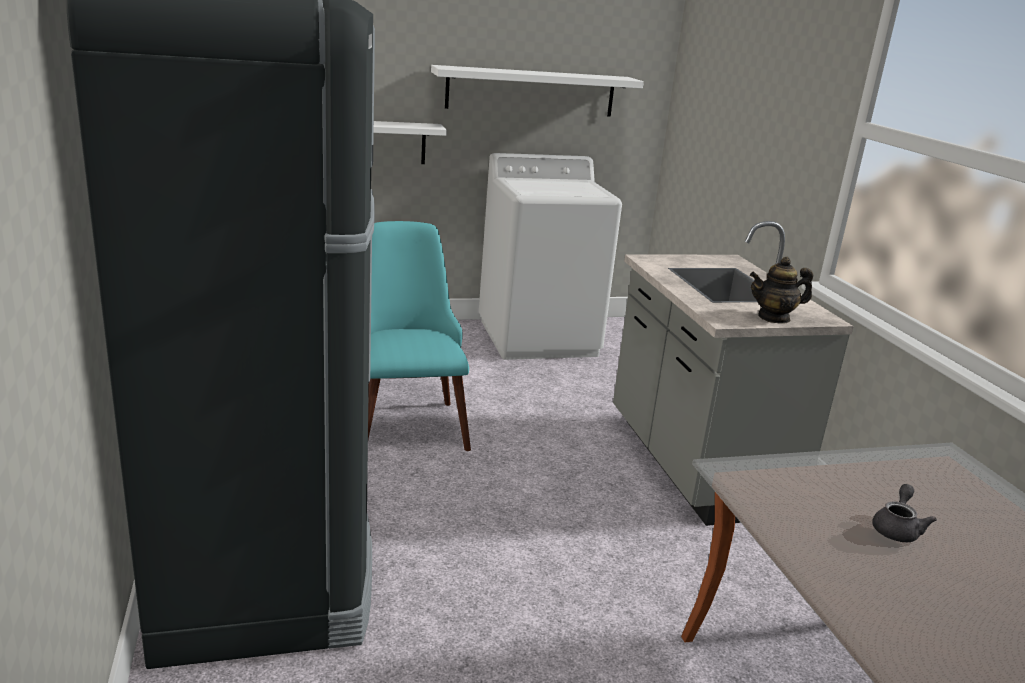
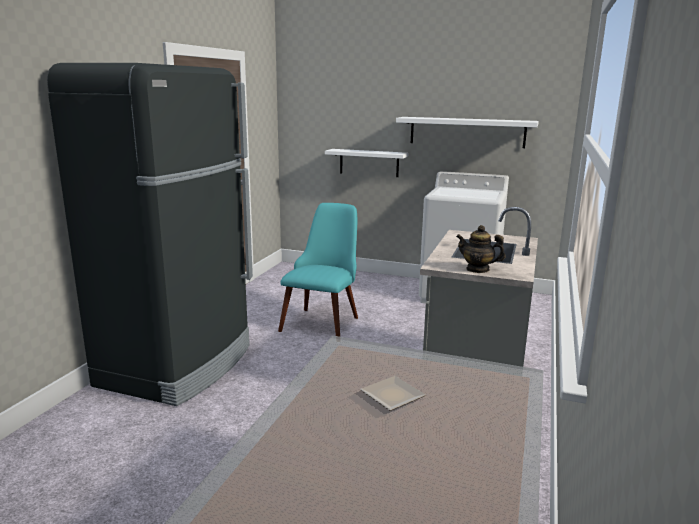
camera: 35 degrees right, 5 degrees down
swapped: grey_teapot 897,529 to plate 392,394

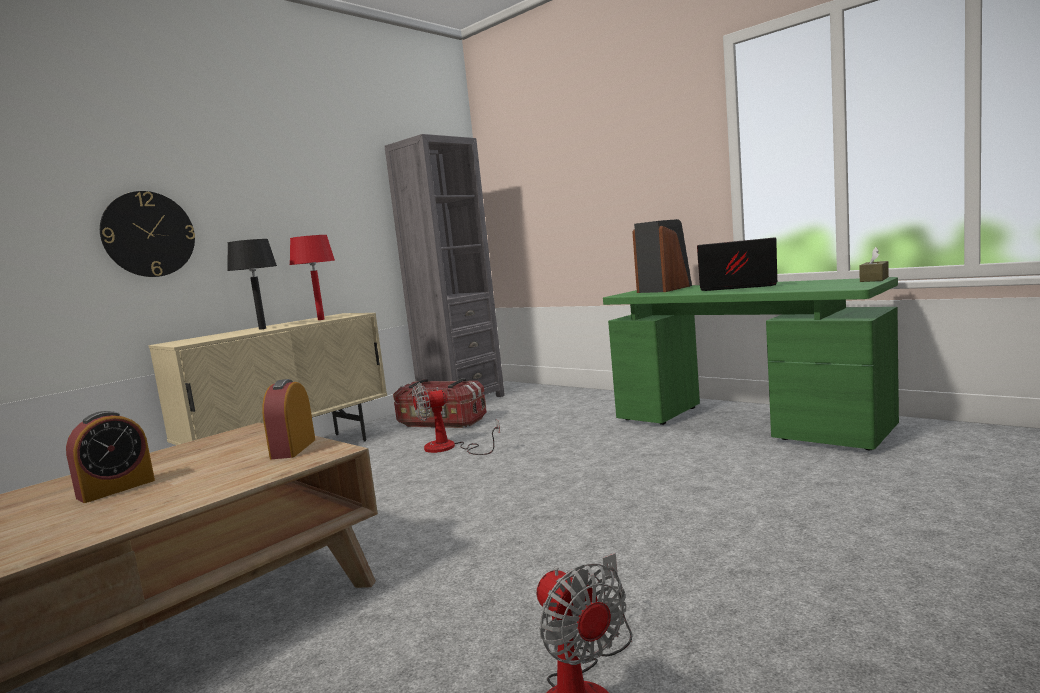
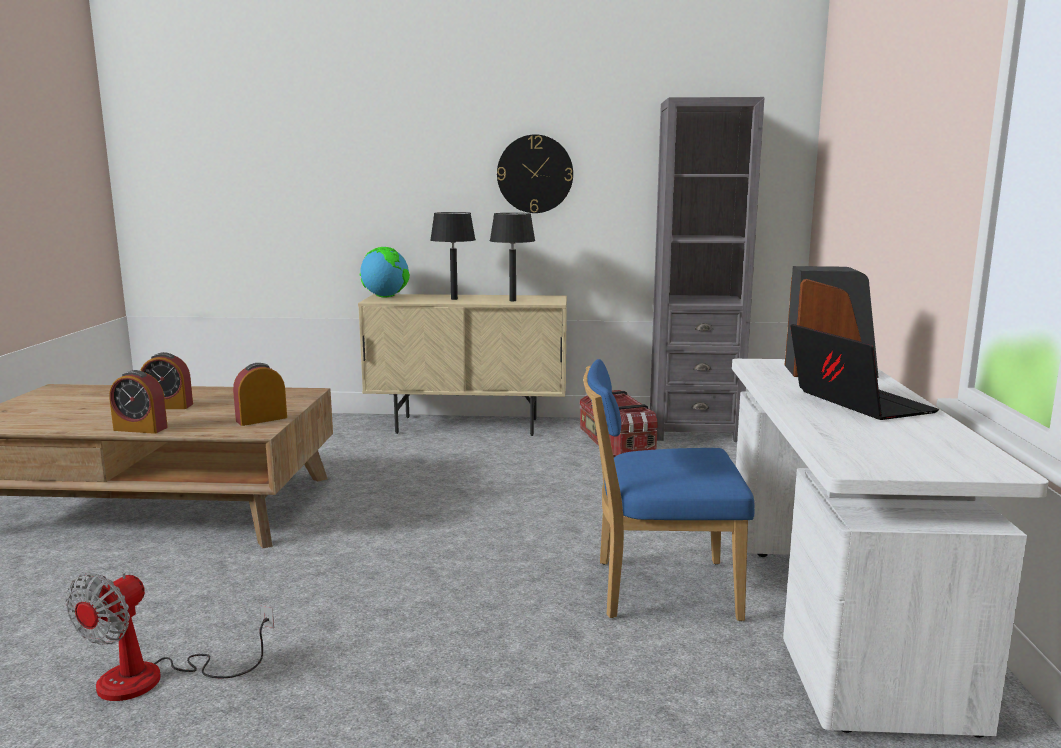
camera: 50 degrees right, 5 degrees up
gone: brown_tissue_box 874,279; fan 449,448
new: globe 385,297; blue_chair 658,589; alarm_clock 140,429
shifted: wall_clock 148,234 to 535,174
repainted: red_table_lamp 321,319 to black_table_lamp 512,300; green_desk 745,424 to white_desk 833,610

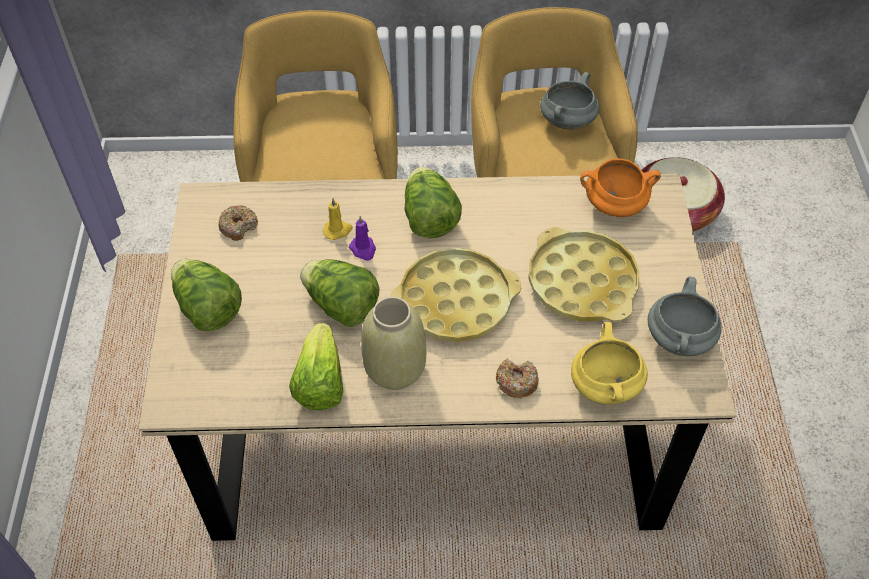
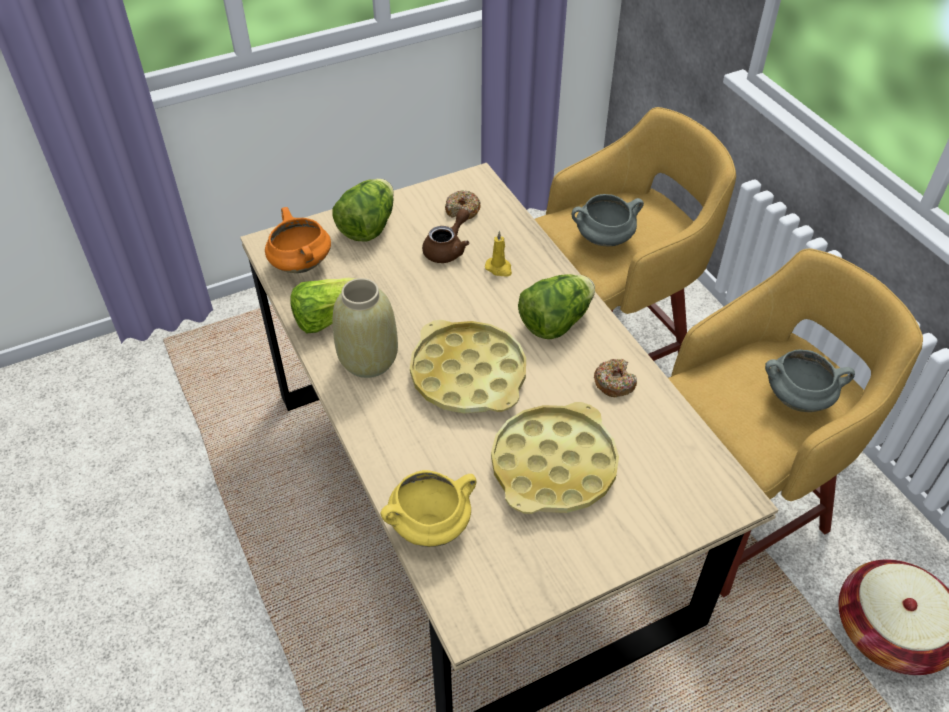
camera: 65 degrees right, 5 degrees down
gone: purple_candle 363,249; lettuce 341,306
new: brown_teapot 447,249
shifted: orange_cooking_pot 613,206 to 300,264; grey_cooking_pot 680,340 to 603,239; donut 516,382 to 614,383

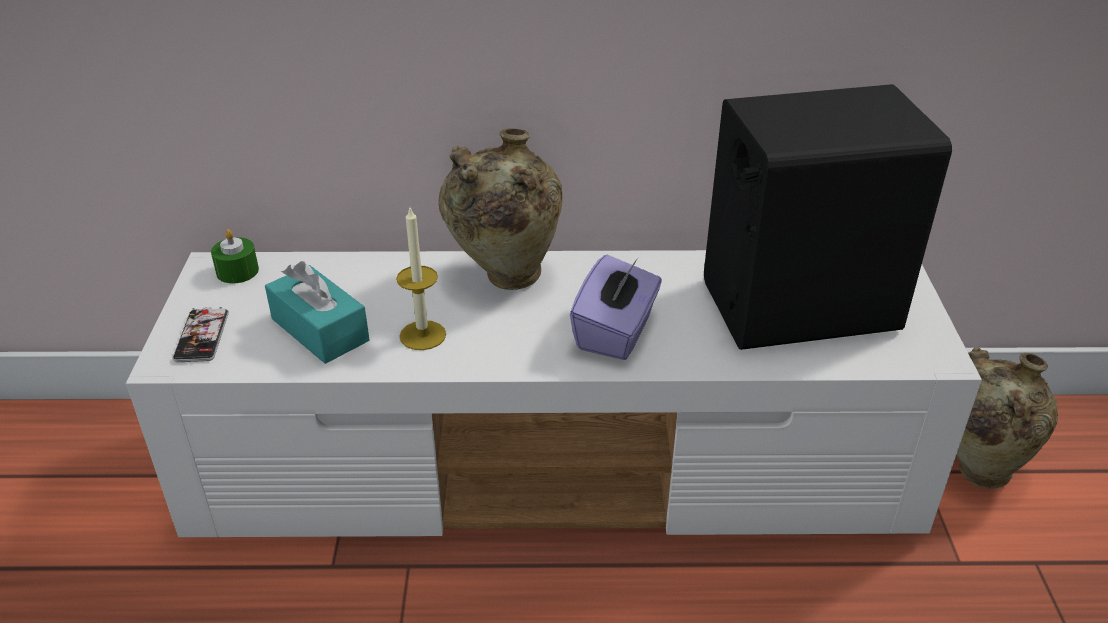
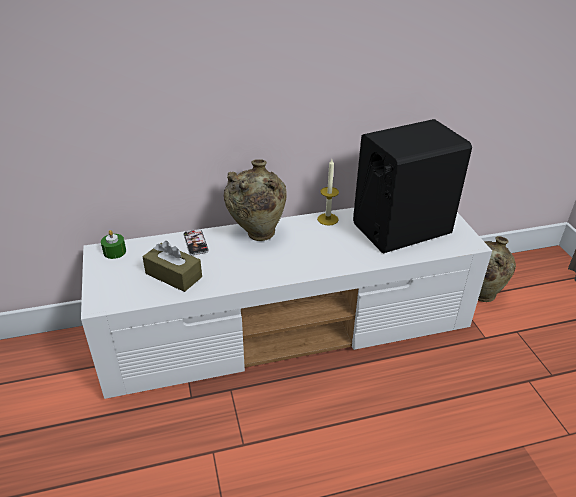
camera: 15 degrees left, 0 degrees up
gone: purple_tissue_box 616,332
shifted: candle 422,335 to 327,219; phone 202,336 to 196,243
repainted: turquoise_tissue_box 320,330 to brown_tissue_box 173,275

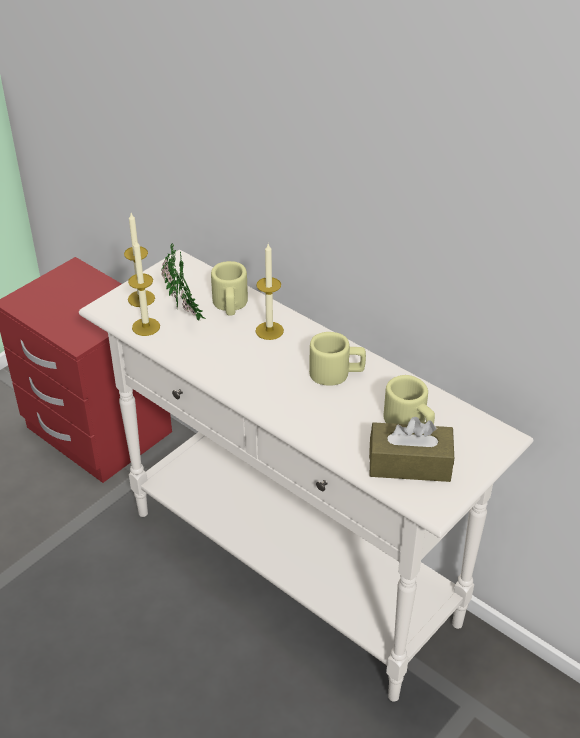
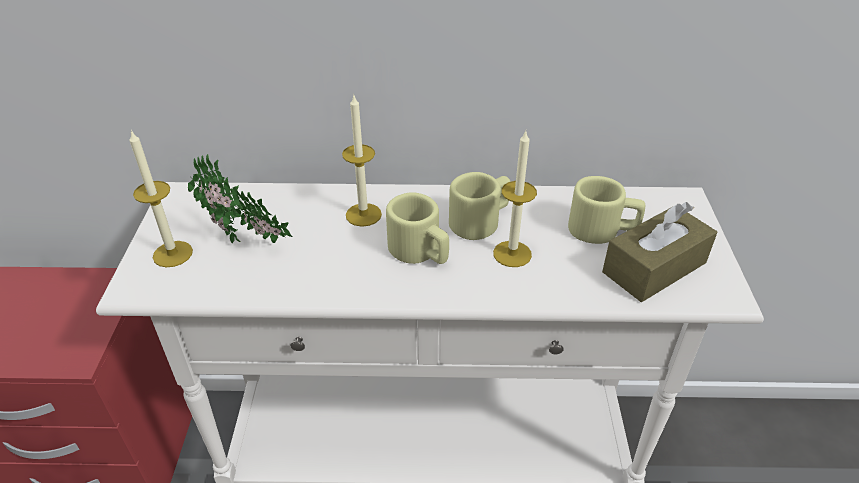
camera: 40 degrees left, 0 degrees up
shifted: candle 146,327 to 512,254; beige_mug 230,305 to 420,252

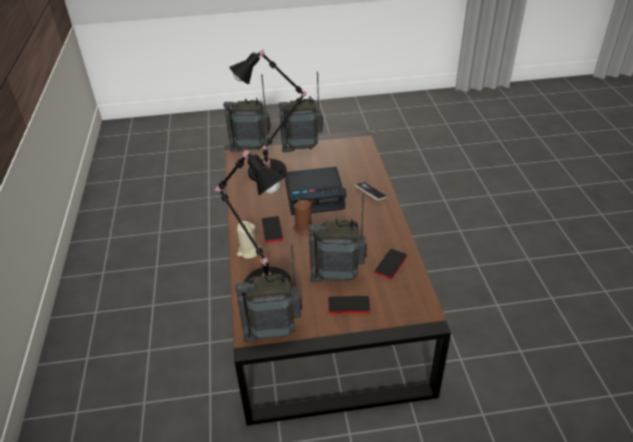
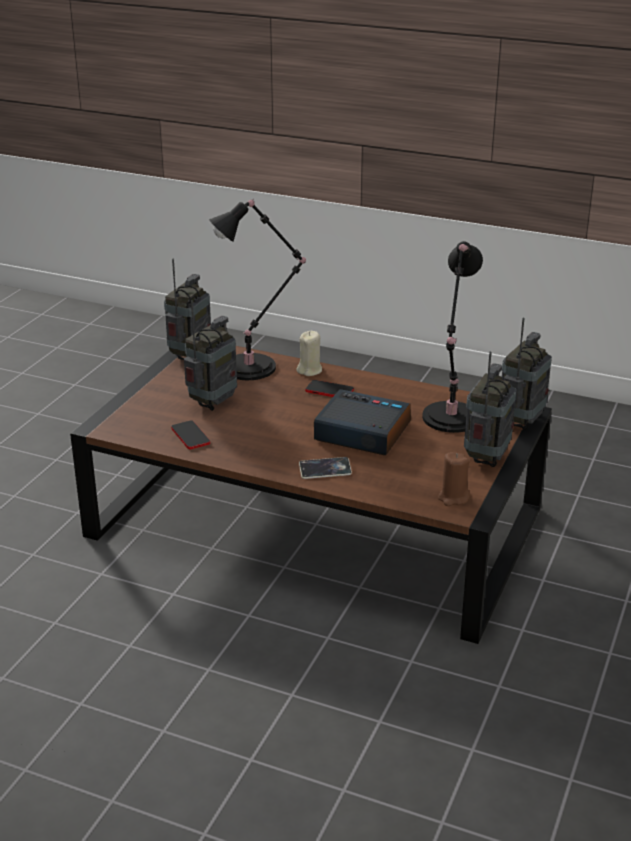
camera: 120 degrees right, 10 degrees down
gone: phone 348,305
shifted: brown_candle 304,229 to 453,498
rotated: alarm_clock 315,196 = 361,432 90 degrees clockwise

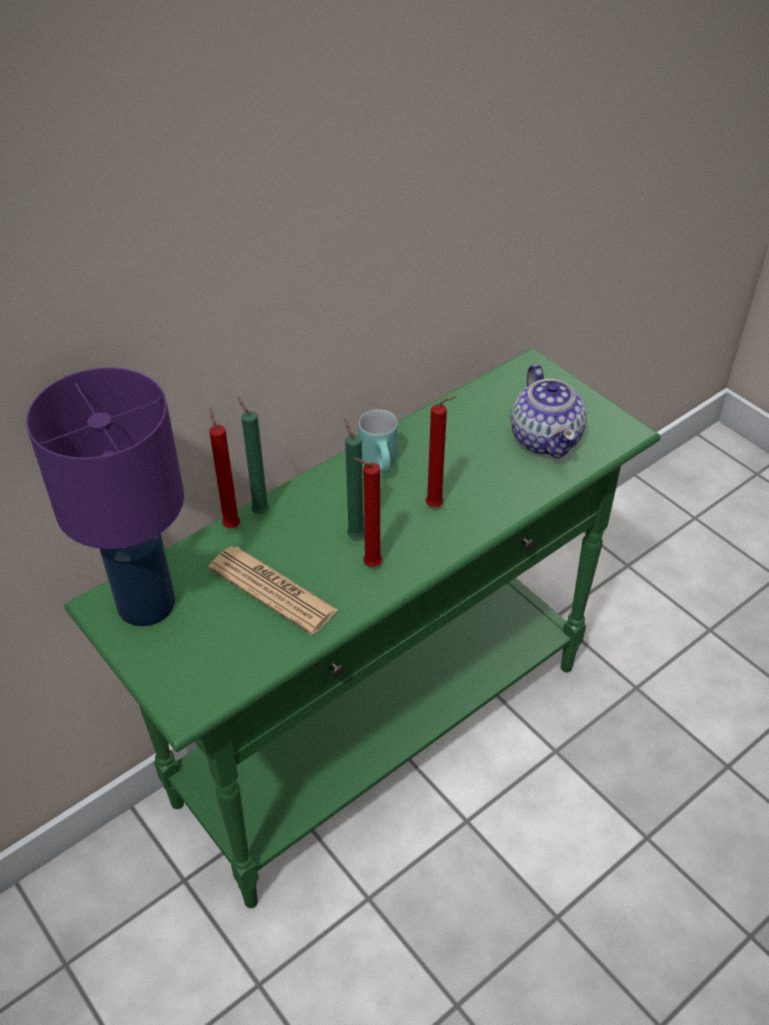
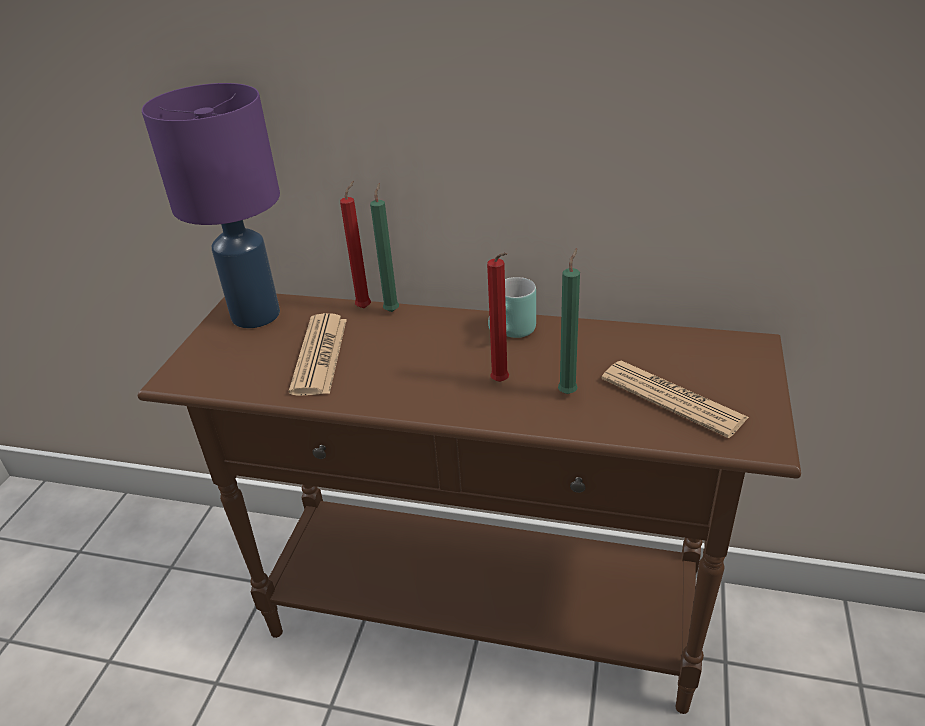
camera: 55 degrees right, 10 degrees down
gone: red_candle 369,565
shifted: green_candle 354,534 to 568,392
swapped: teapot 546,438 to newspaper 672,399
repainted: green_console_table 384,733 to brown_console_table 482,616

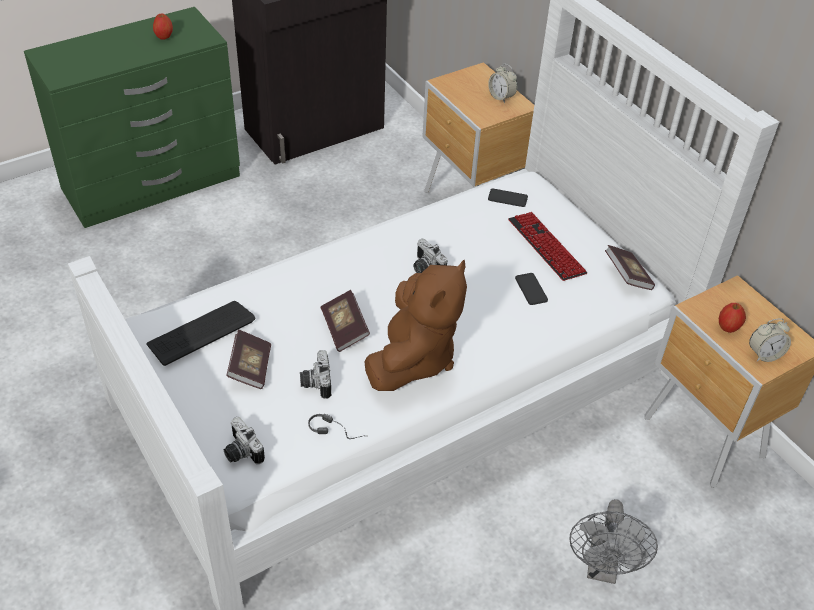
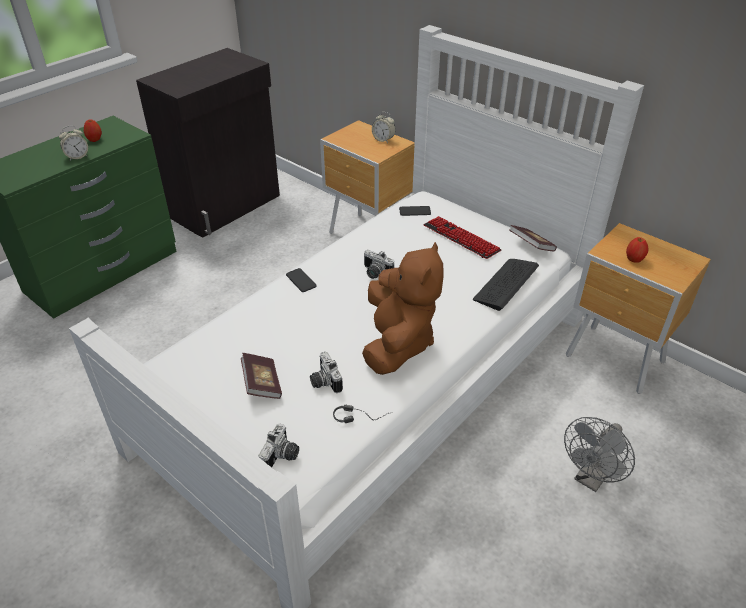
camera: 15 degrees left, 5 degrees down
gone: book 344,329
shifted: phone 531,289 to 301,280; keyboard 201,333 to 505,284; alarm_clock 764,354 to 77,157
rotated: photo_camera 240,452 = 282,457 105 degrees counterclockwise; grey_fan 603,568 = 591,478 45 degrees clockwise

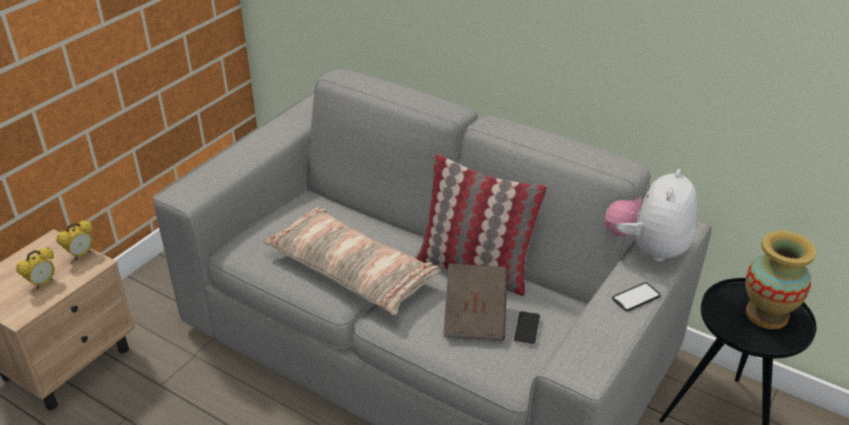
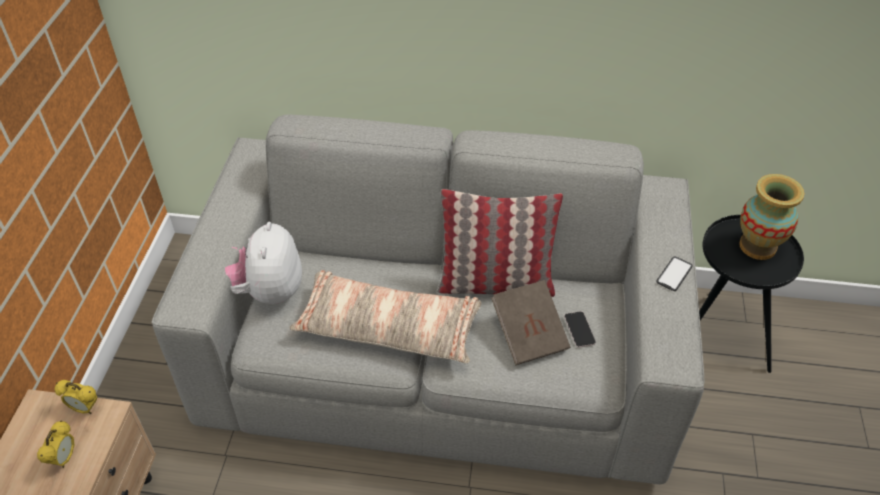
camera: 25 degrees left, 10 degrees up
shifted: plush_toy 647,248 to 266,291
rotated: alarm_clock 81,255 = 85,408 90 degrees clockwise

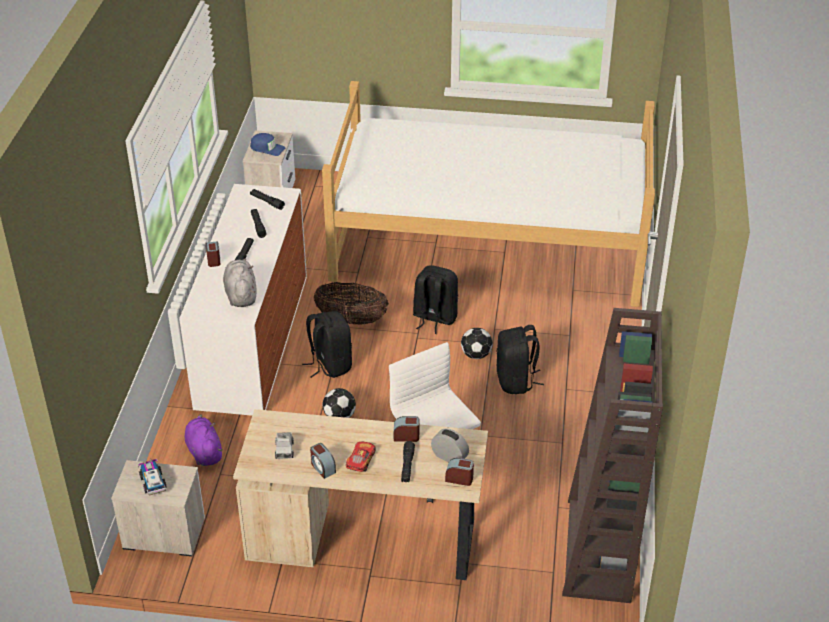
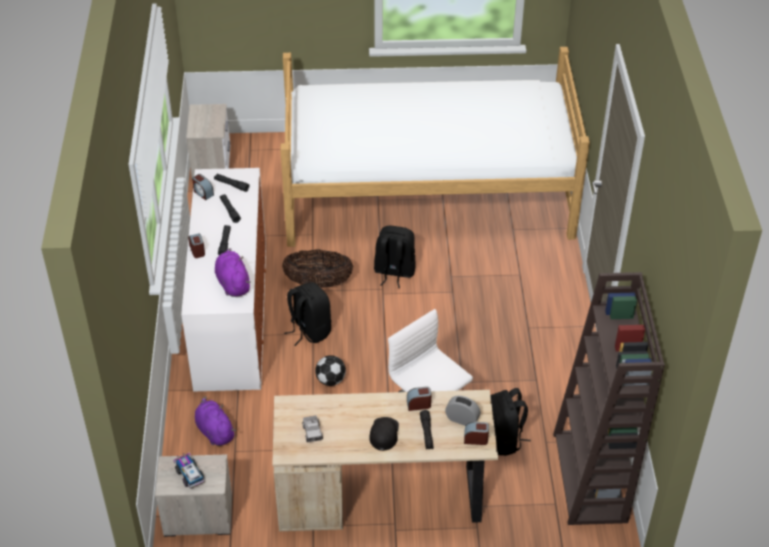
camera: 10 degrees left, 5 degrees up
gone: blue_cap 267,148; football 476,355
shifted: black_backpack 516,381 to 502,439; alarm_clock 322,468 to 203,193
swapped: toy_car 360,460 to black_cap 384,433
repainted: grey_plush_toy 241,294 to purple_plush_toy 232,283

